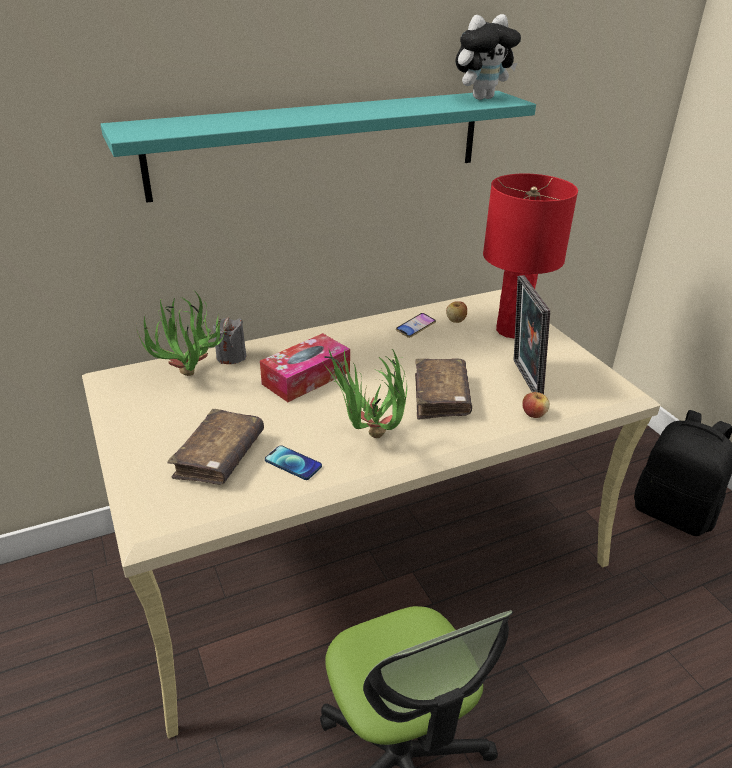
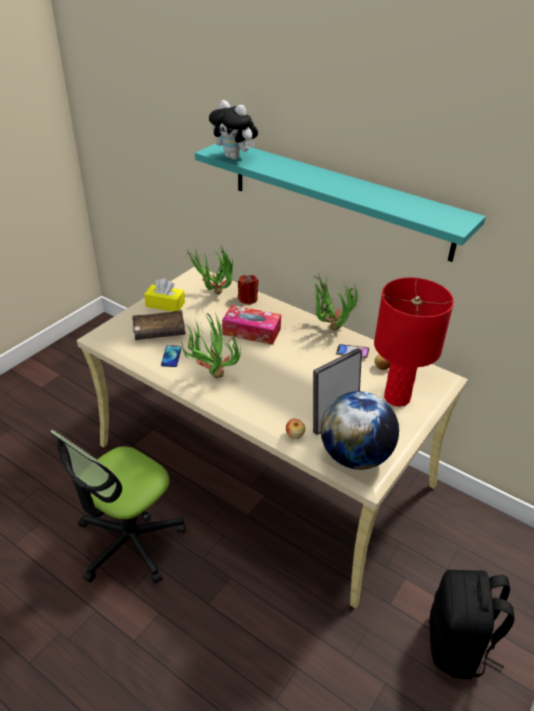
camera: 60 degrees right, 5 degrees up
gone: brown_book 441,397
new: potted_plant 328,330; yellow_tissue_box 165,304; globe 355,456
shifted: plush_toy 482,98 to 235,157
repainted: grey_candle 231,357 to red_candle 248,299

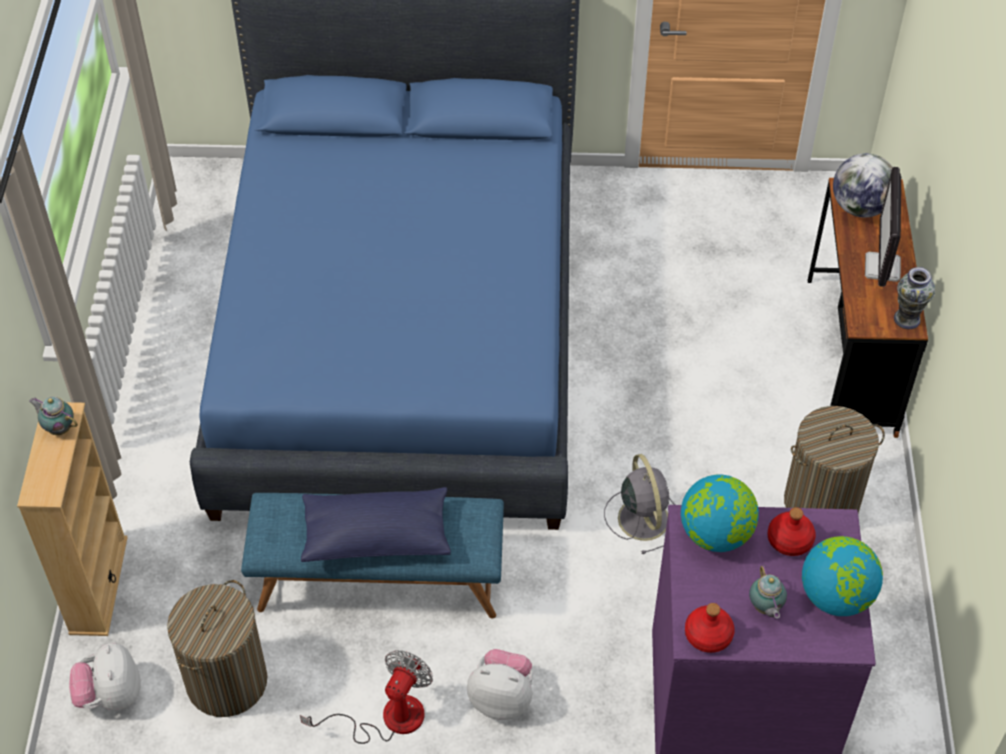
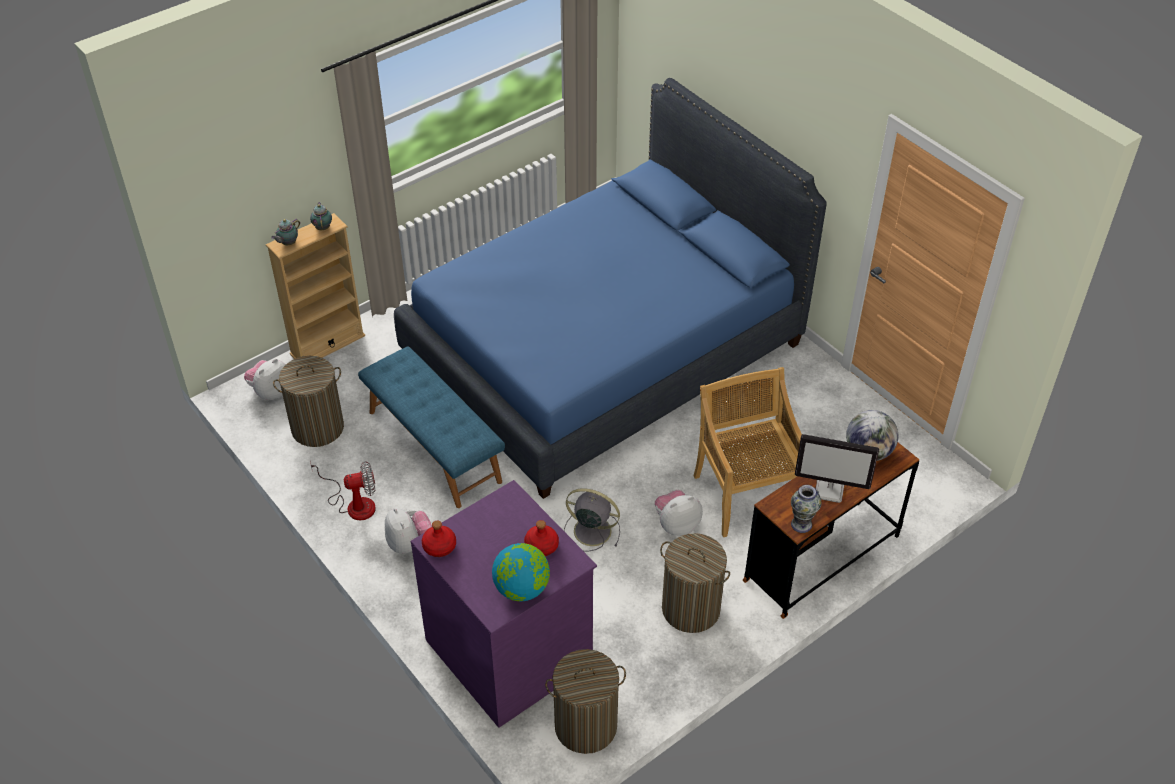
camera: 50 degrees right, 5 degrees down
gone: globe 716,534; blue_pillow 376,536
new: beige_chair 746,494; plush_toy 676,524; laundry_basket 586,726
shifted: teapot 765,608 to 288,243
rotated: monitor 882,268 = 830,490 135 degrees counterclockwise; grey_fan 642,517 = 590,530 105 degrees counterclockwise

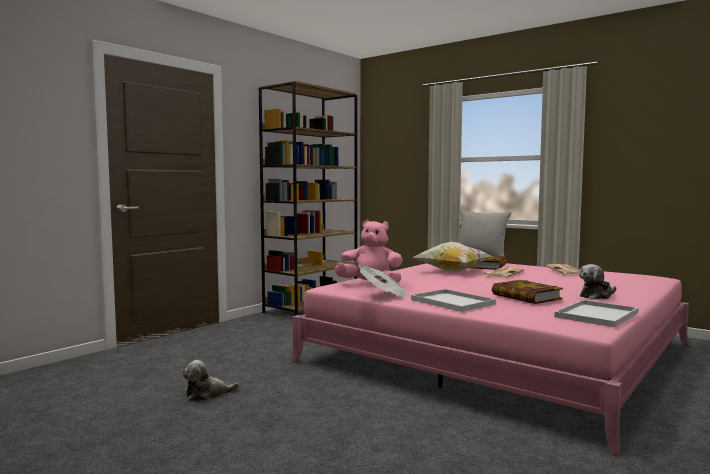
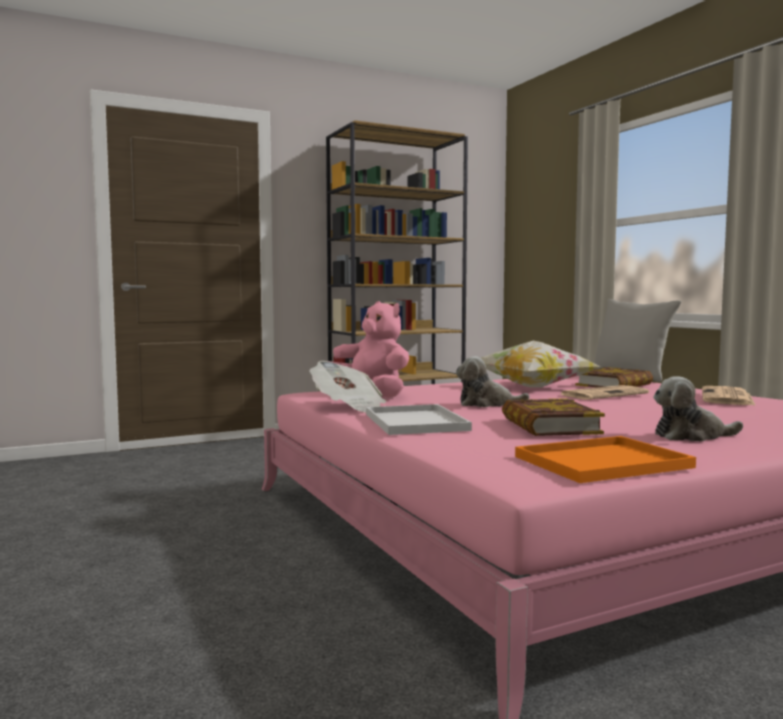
camera: 25 degrees right, 0 degrees up
shifted: plush_toy 207,394 to 487,404
repainted: white_tray 596,314 to orange_tray 603,461

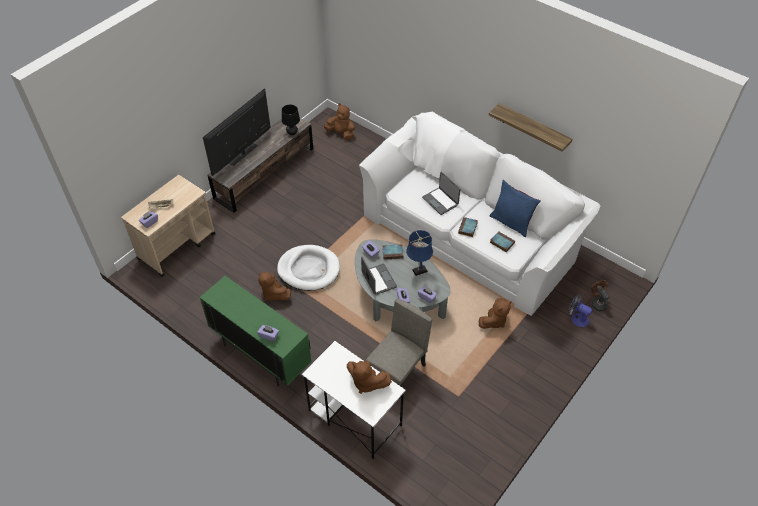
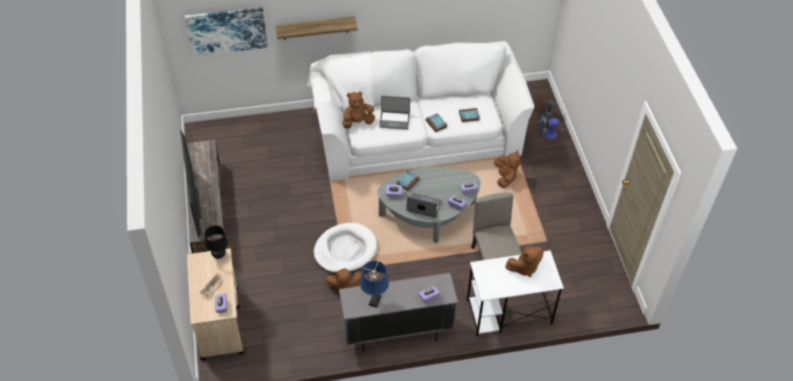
camera: 50 degrees left, 0 degrees up
gone: blue_pillow 511,222
new: picture 227,30
shifted: brown_plush_toy 341,133 to 357,122; shelf 533,128 to 315,28; black_table_lamp 292,133 to 219,255; blue_table_lamp 418,271 to 374,301
repainted: green_cabinet 261,355 to grey_cabinet 397,334

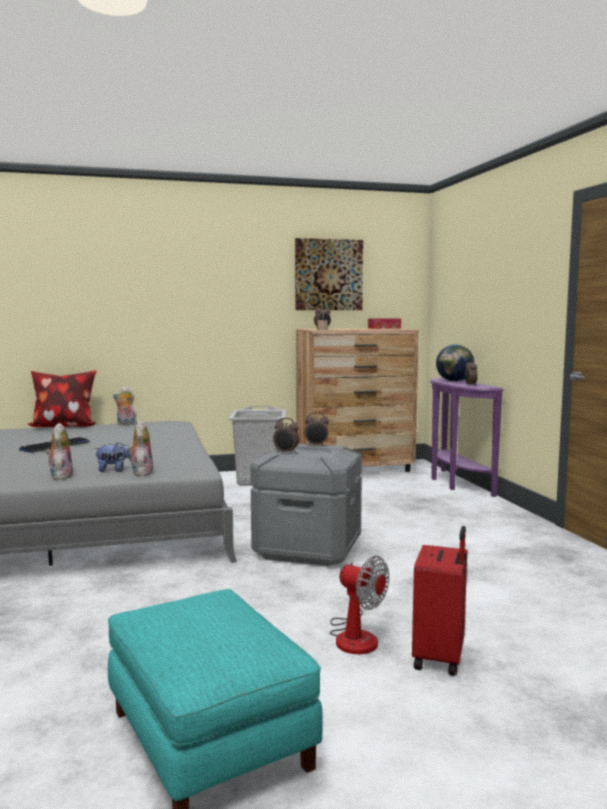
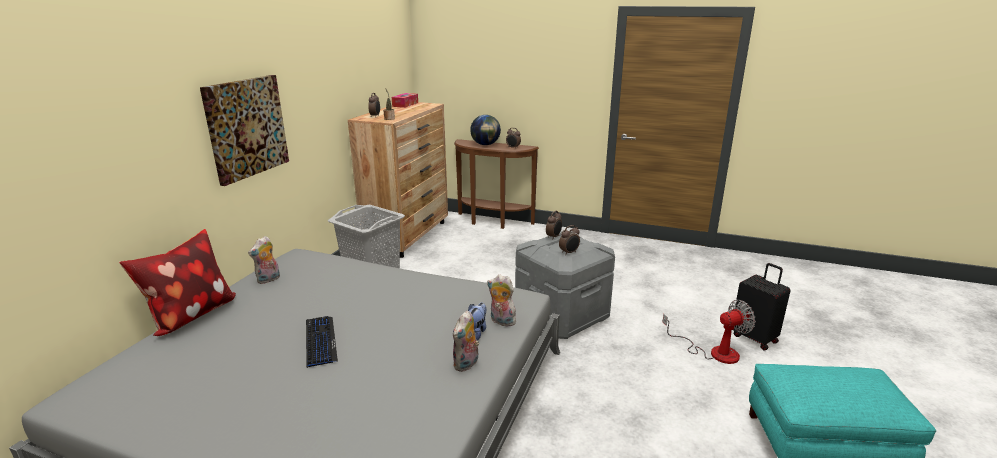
camera: 55 degrees left, 15 degrees up
shifted: picture 328,275 to 246,128
repainted: purple_console_table 455,483 to brown_console_table 492,222; red_suitcase 440,658 to black_suitcase 754,338
rotated: plush_toy 60,476 = 466,364 90 degrees counterclockwise

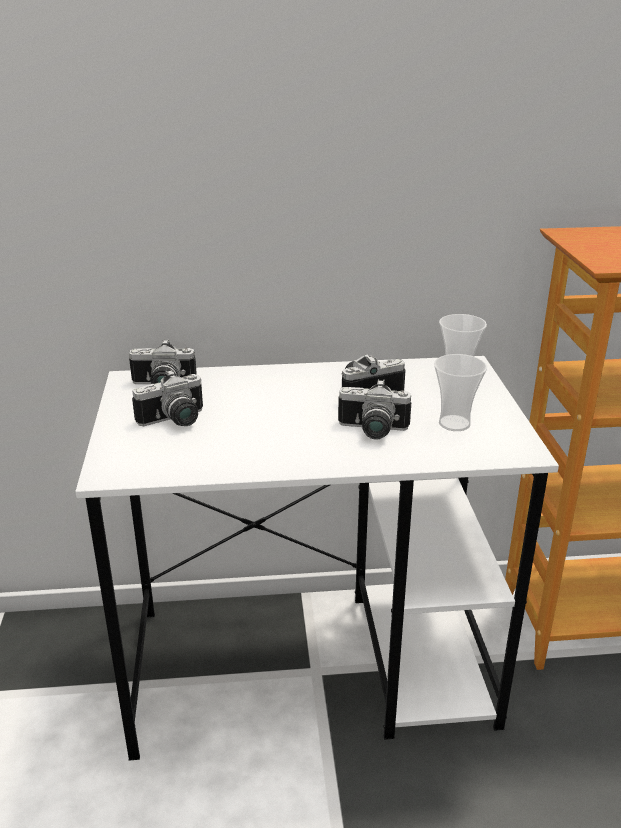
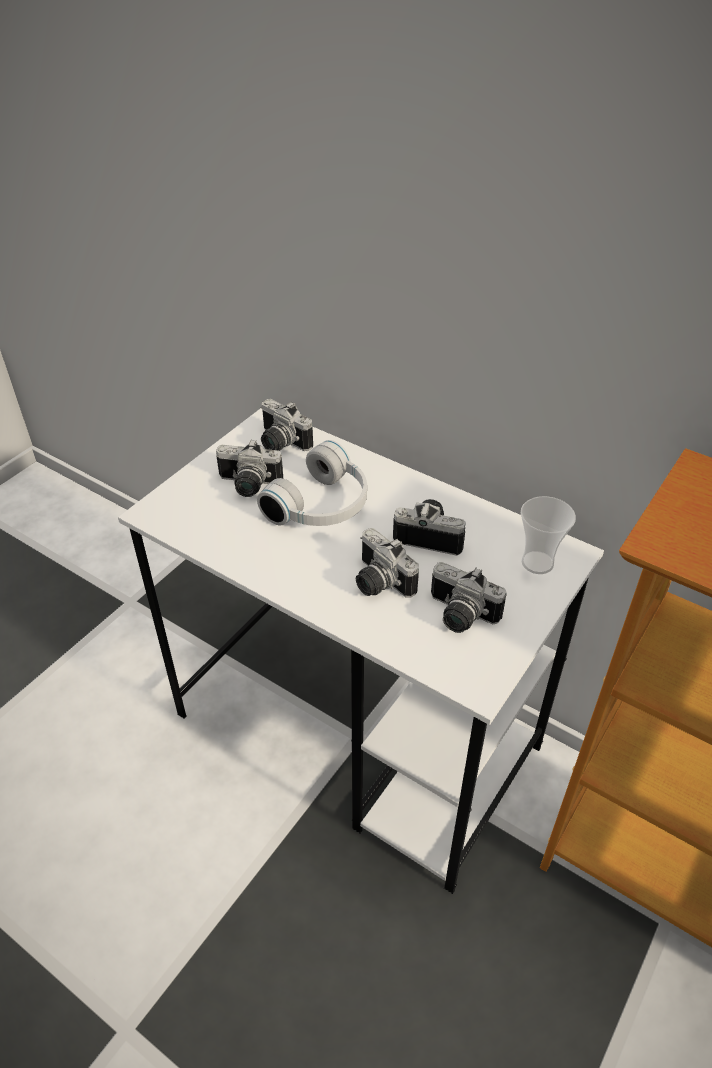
camera: 40 degrees right, 15 degrees up
new: white_headphones 323,506
swapped: cup 454,423 to photo_camera 459,616

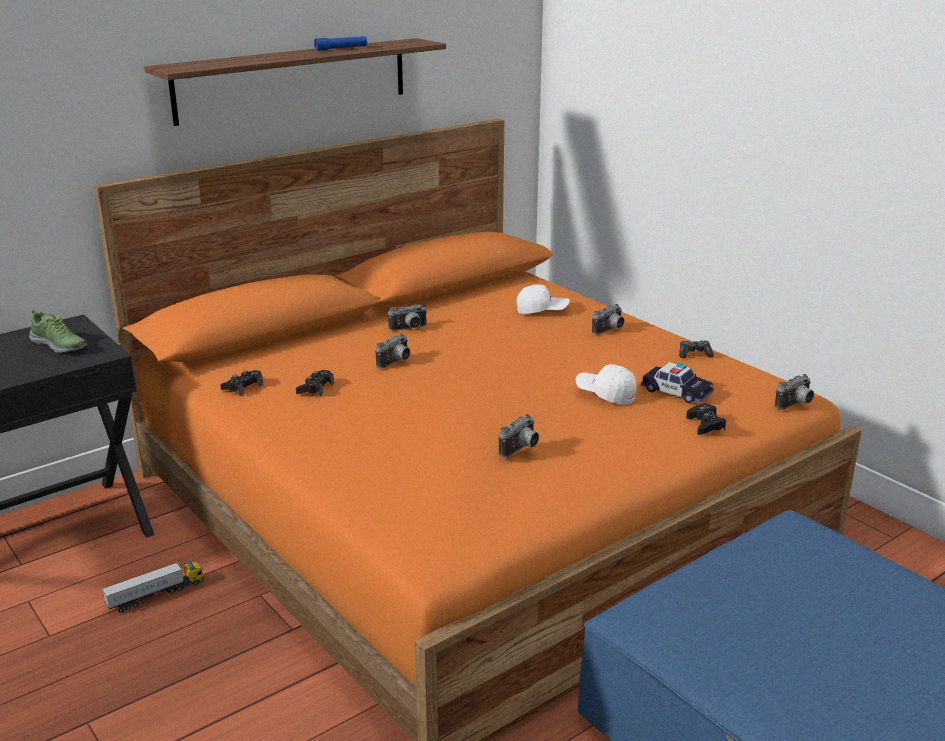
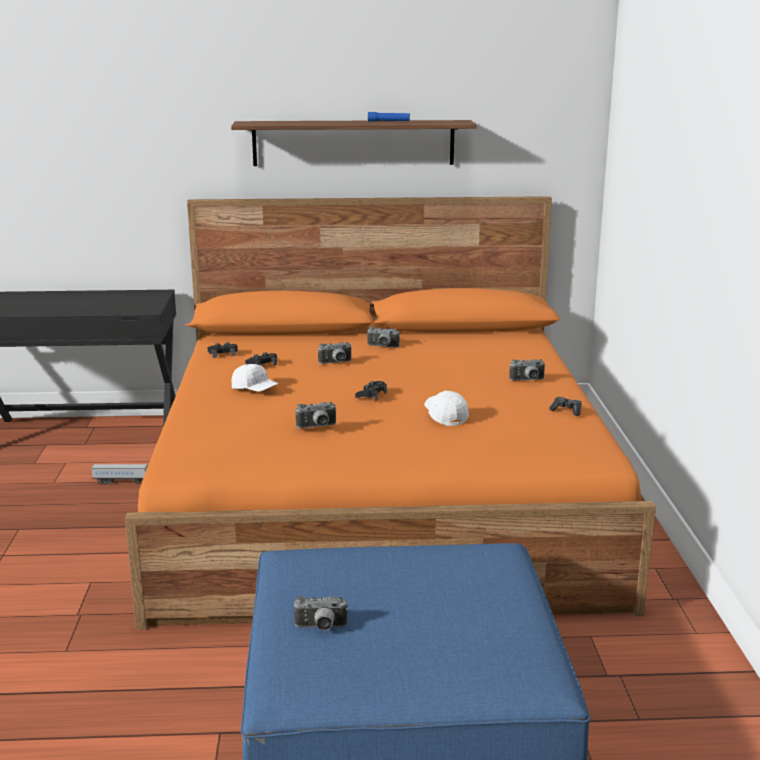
camera: 35 degrees right, 5 degrees down
gone: shoe 59,346; toy_car 676,392
shifted: white_cap 542,310 to 255,390; photo_camera 796,405 to 321,628; black_game_controller 705,425 to 371,395

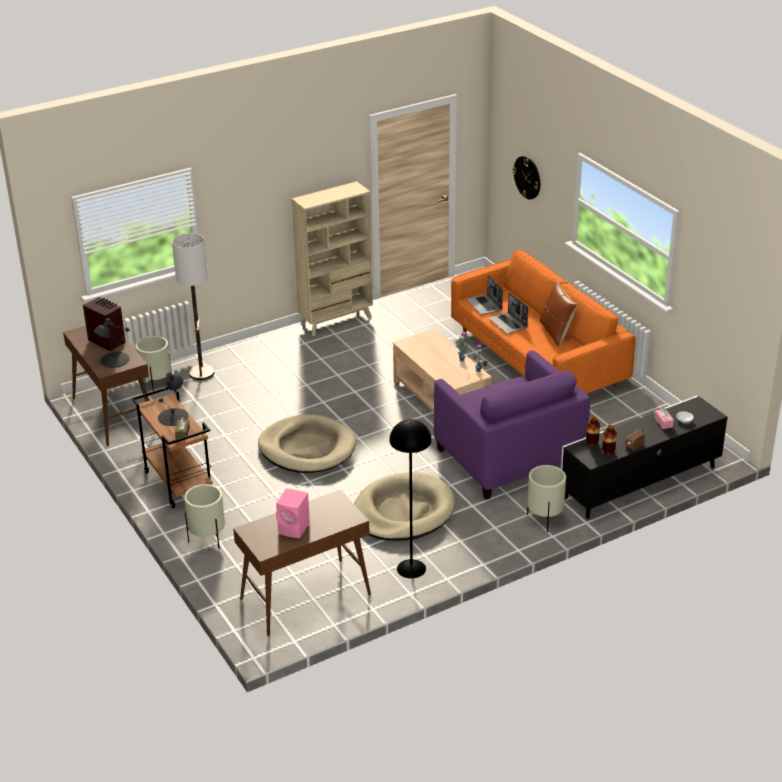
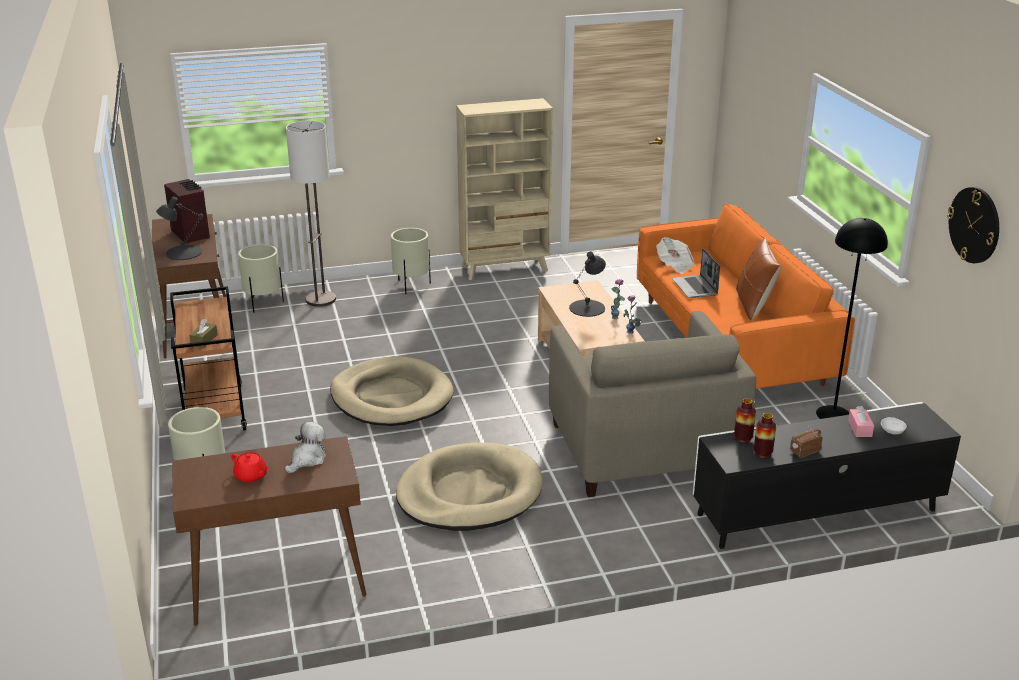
camera: 15 degrees right, 5 degrees down
new: plush_toy 307,459
shifted: wall_clock 527,177 to 974,225; black_table_lamp 173,417 to 587,308; black_floor_lamp 411,568 to 834,414; beige_planter 544,519 to 411,285
swapped: laptop 485,305 to newspaper 674,265; pink_speaker 295,529 to red_teapot 251,476
repainted: purple_armchair 507,457 to beige_armchair 642,449

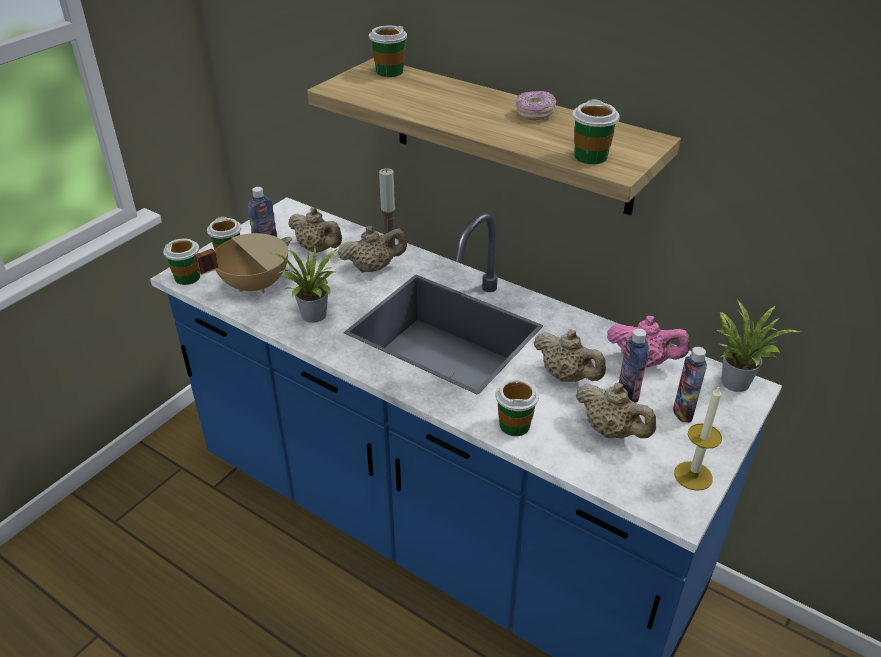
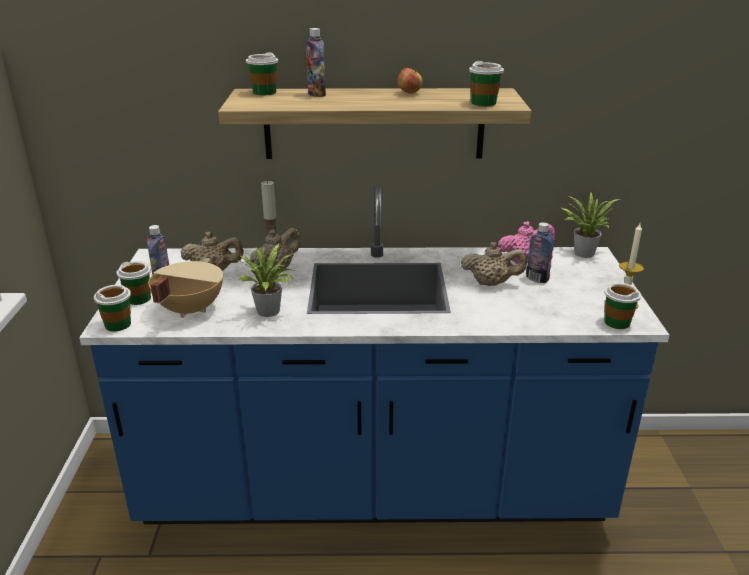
camera: 35 degrees left, 10 degrees down
gone: beige_teapot 611,431
shifted: bottle 683,412 to 317,94; cup 514,425 to 617,322
swapped: donut 534,114 to apple 409,93

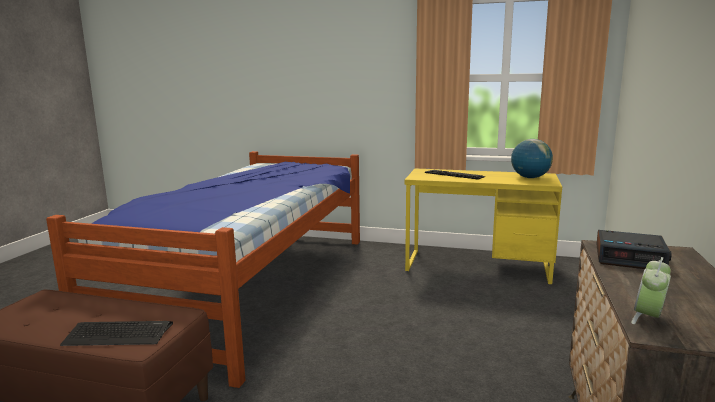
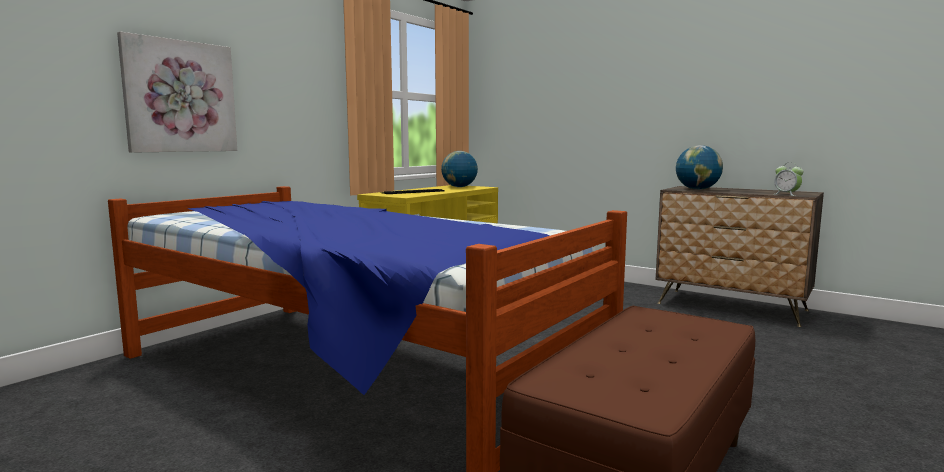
camera: 70 degrees left, 5 degrees down
gone: keyboard 118,334
new: picture 180,97
swapped: alarm_clock 630,258 to globe 697,189

